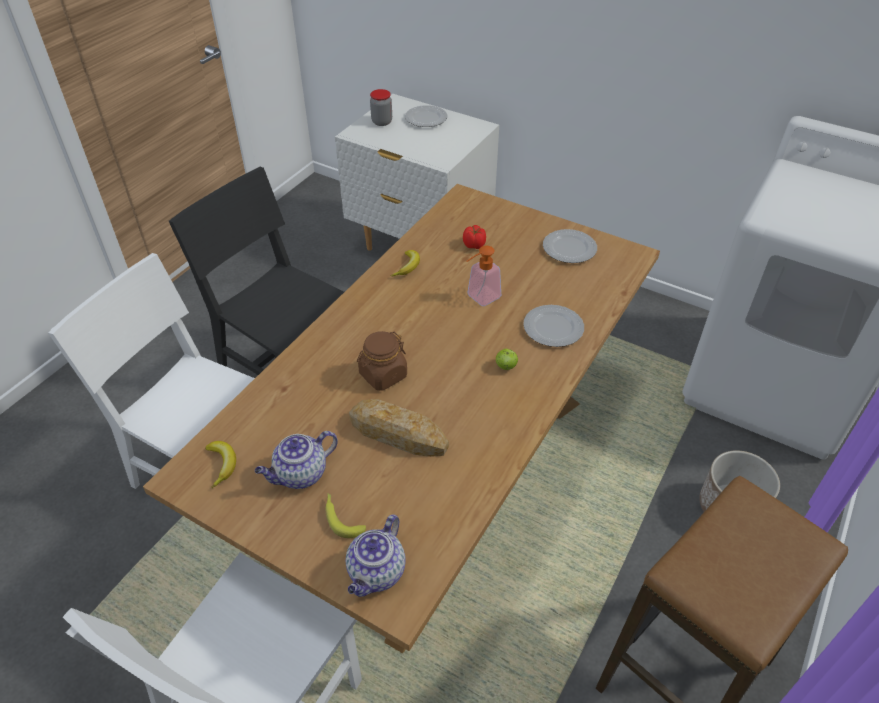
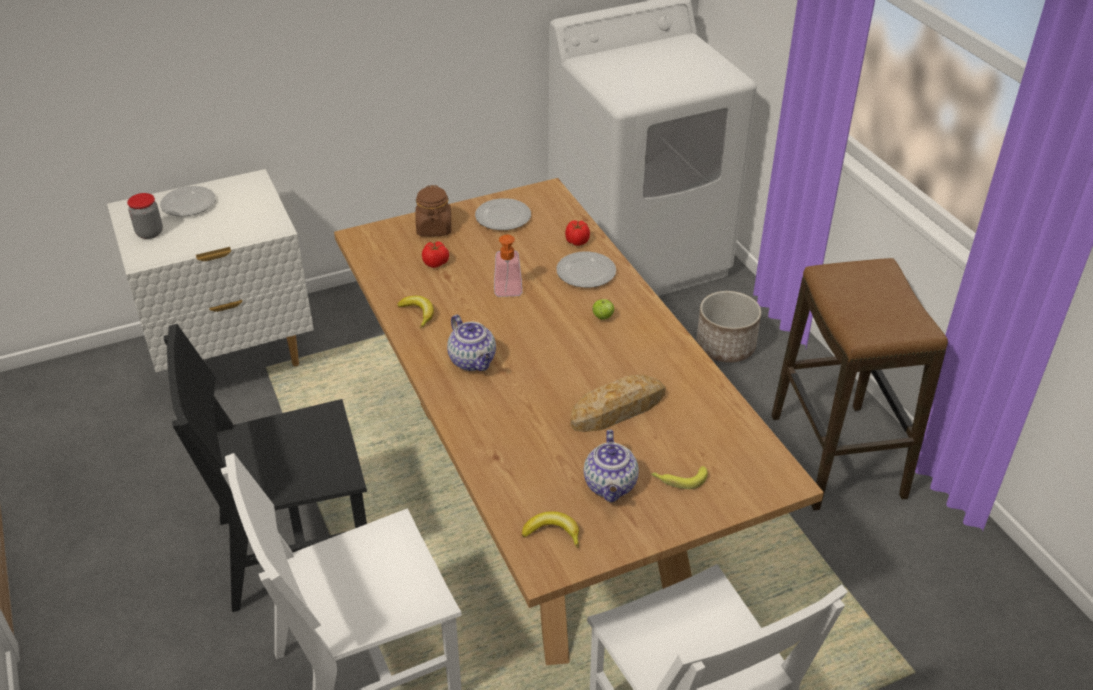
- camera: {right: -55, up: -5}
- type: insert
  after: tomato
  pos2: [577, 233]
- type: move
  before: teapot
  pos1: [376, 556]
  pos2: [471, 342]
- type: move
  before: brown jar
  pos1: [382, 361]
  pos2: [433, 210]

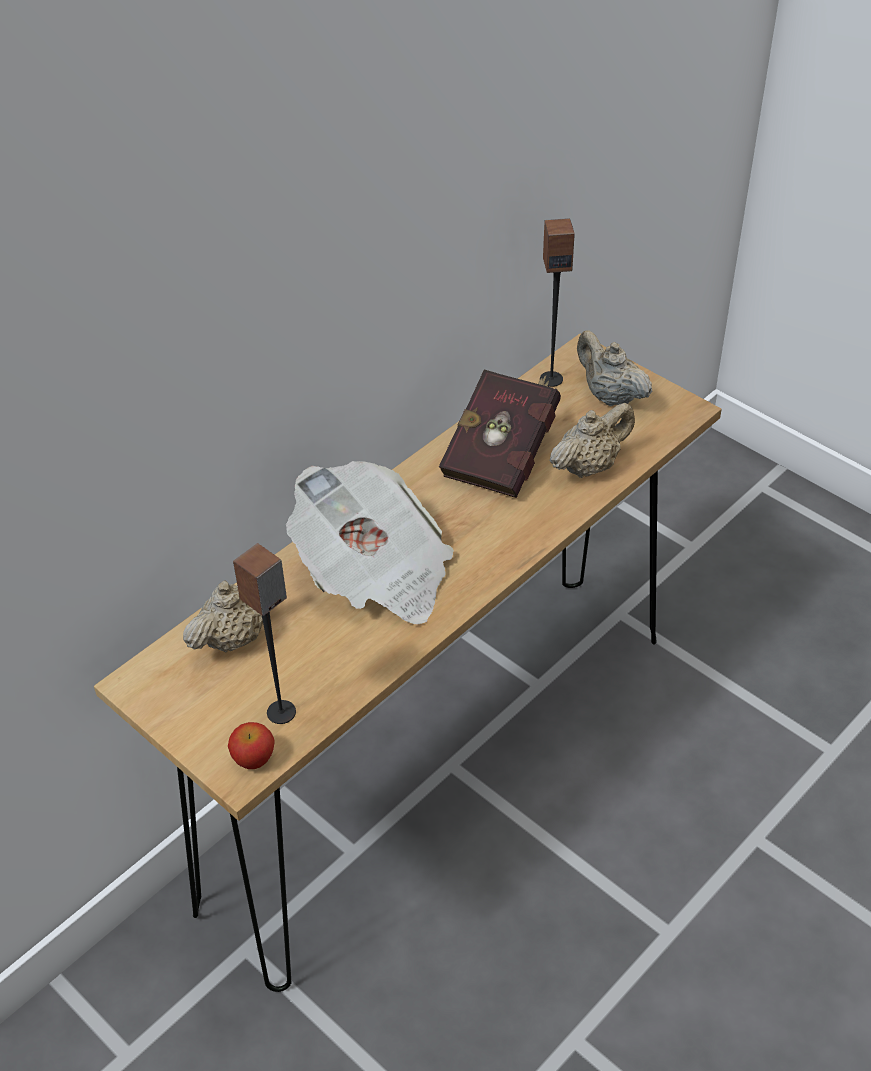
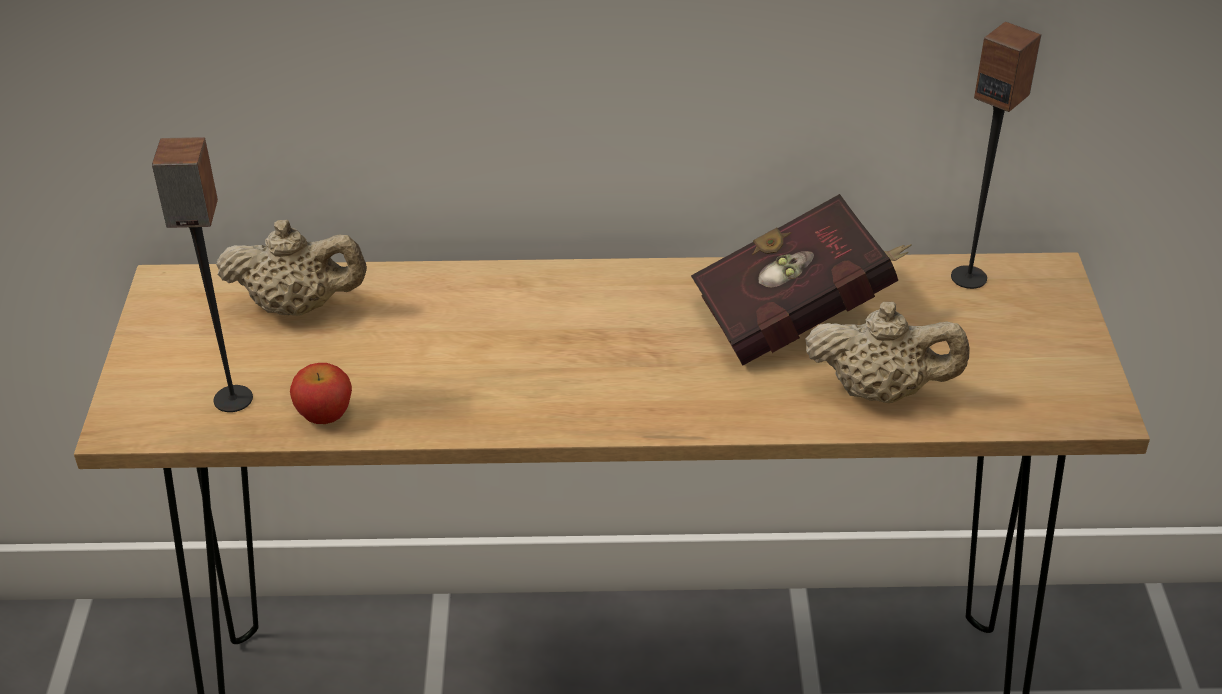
- camera: {right: 45, up: -5}
- type: delete
  before: newspaper
  pos1: [370, 543]
- type: delete
  before: beige teapot
  pos1: [614, 368]
- type: move
  before: apple
  pos1: [251, 745]
  pos2: [321, 393]

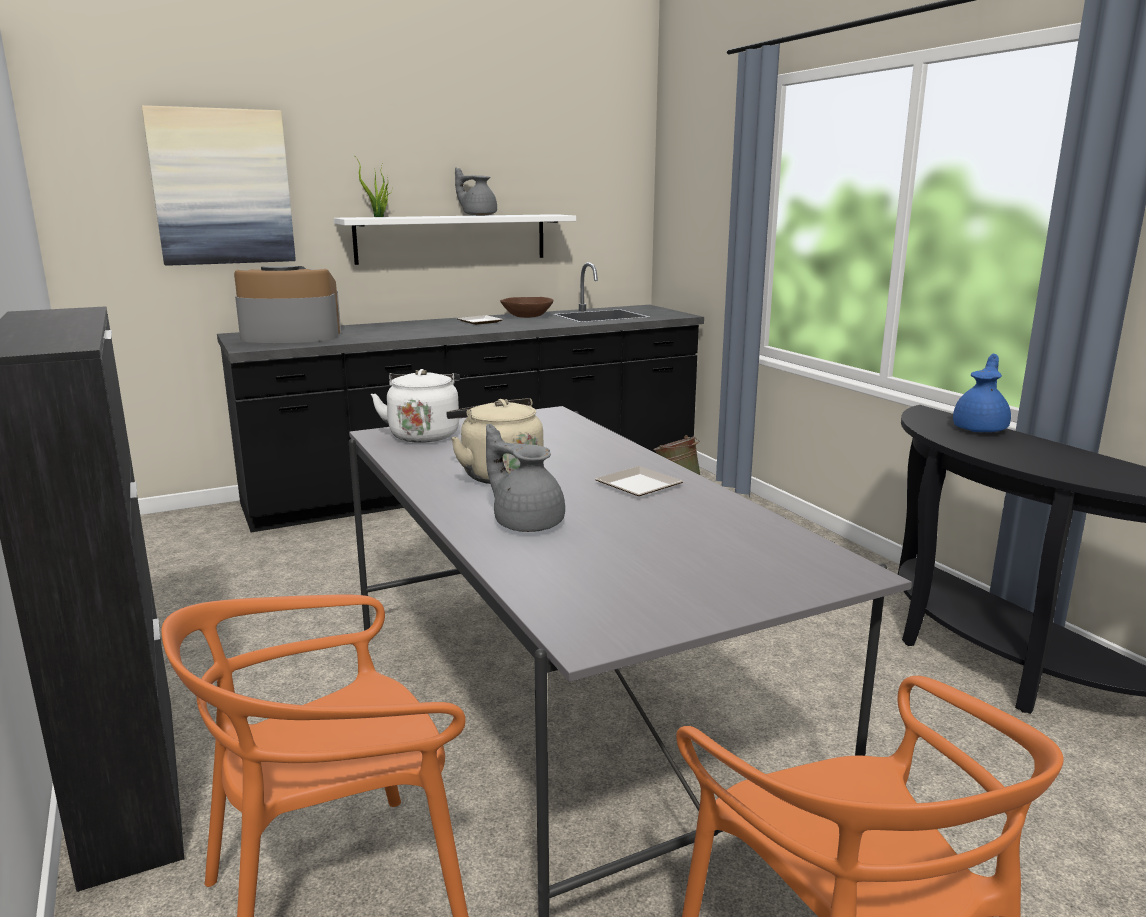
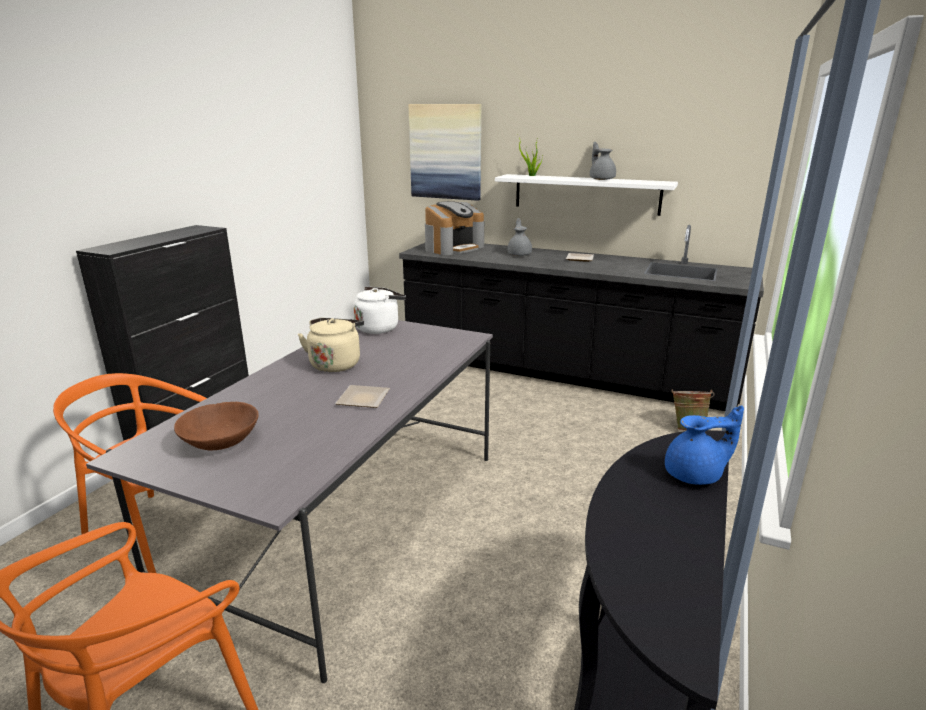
- camera: {right: 50, up: 5}
- type: move
  before: grey teapot
  pos1: [525, 478]
  pos2: [520, 237]
- type: move
  before: brown bowl
  pos1: [526, 307]
  pos2: [216, 426]
- type: rotate
  before: coffee machine
  pos1: [287, 304]
  pos2: [454, 228]
  turn: 90

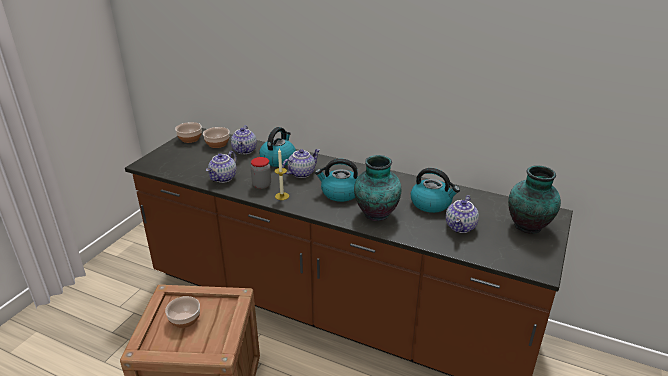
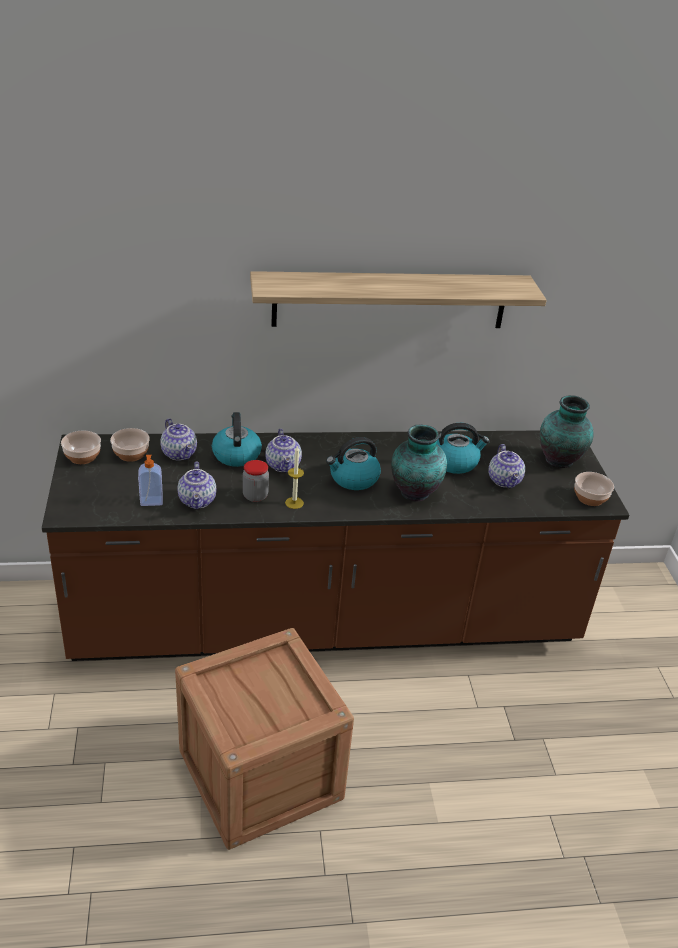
- camera: {right: -35, up: 5}
- type: insert
  after: soap dispenser
  pos2: [150, 480]
- type: insert
  after: shelf
  pos2: [398, 299]
- type: move
  before: bowl
  pos1: [182, 312]
  pos2: [594, 489]
- type: rotate
  before: teapot
  pos1: [301, 163]
  pos2: [284, 451]
  turn: 150

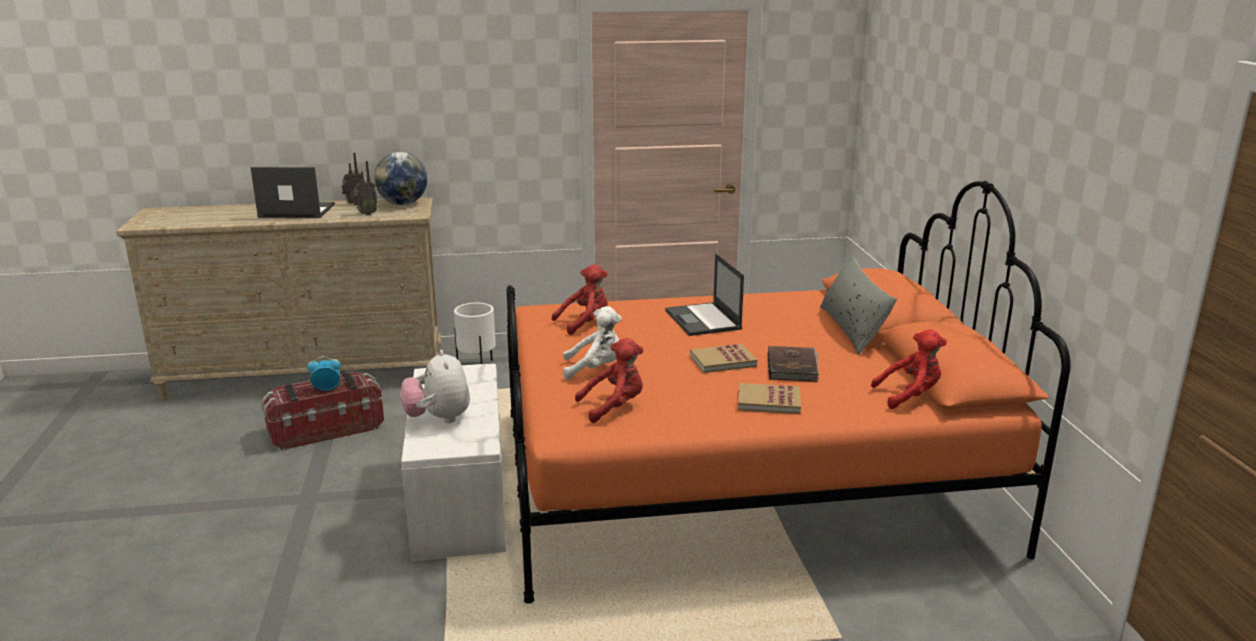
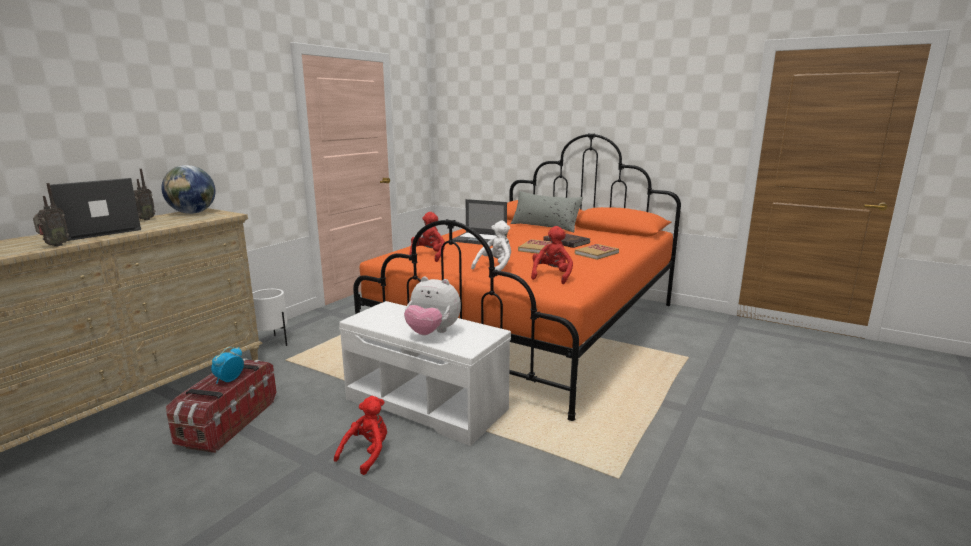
- camera: {right: -50, up: -5}
- type: move
  before: radio
  pos1: [365, 188]
  pos2: [51, 214]
- type: move
  before: red plush toy
  pos1: [909, 369]
  pos2: [360, 435]

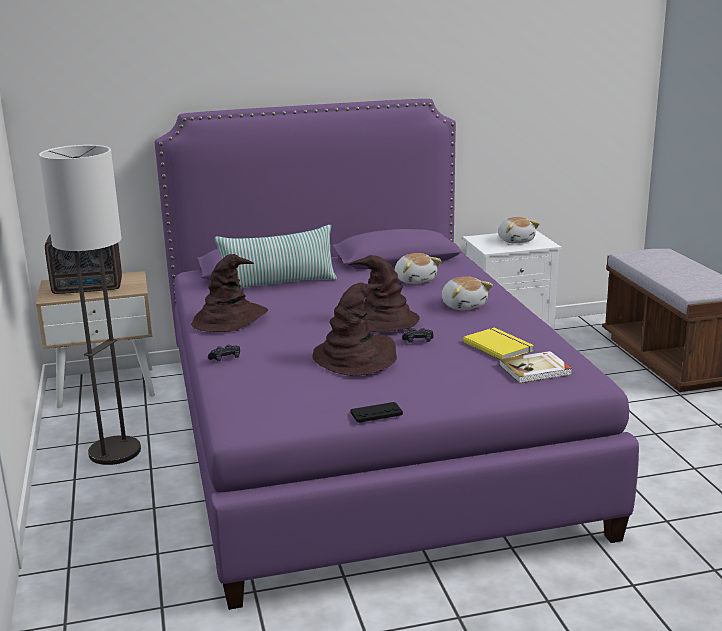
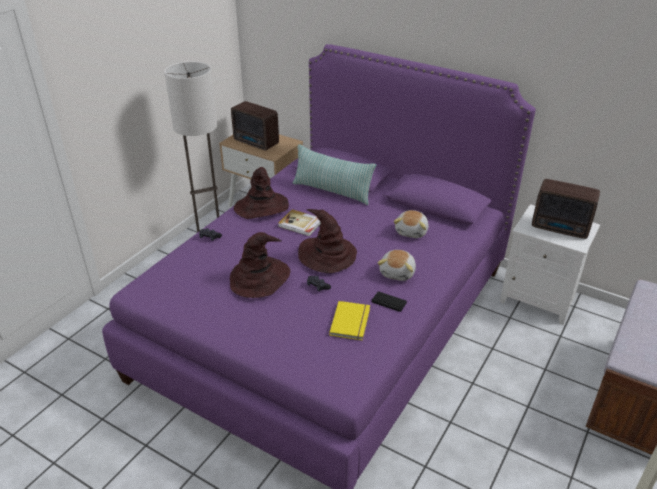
- camera: {right: 45, up: 15}
- type: move
  before: black game controller
  pos1: [376, 412]
  pos2: [389, 302]
- type: move
  before: book
  pos1: [535, 367]
  pos2: [299, 222]
- type: replace
  before: plush toy
  after: radio
  pos1: [519, 230]
  pos2: [566, 209]

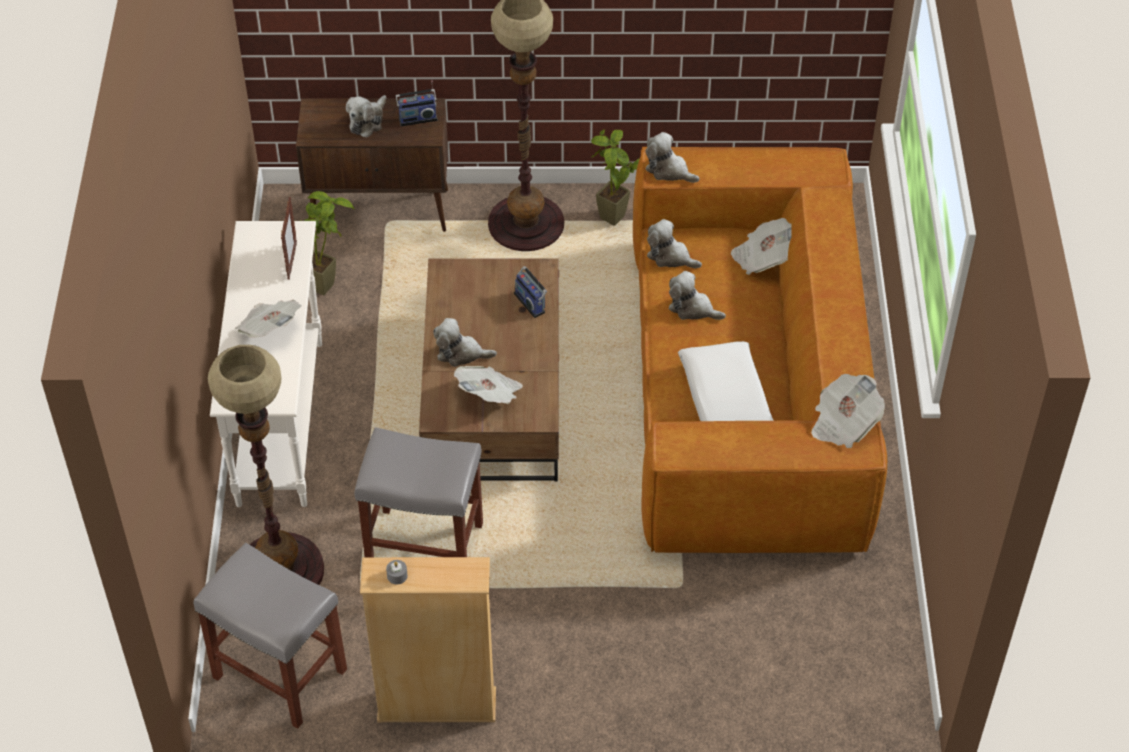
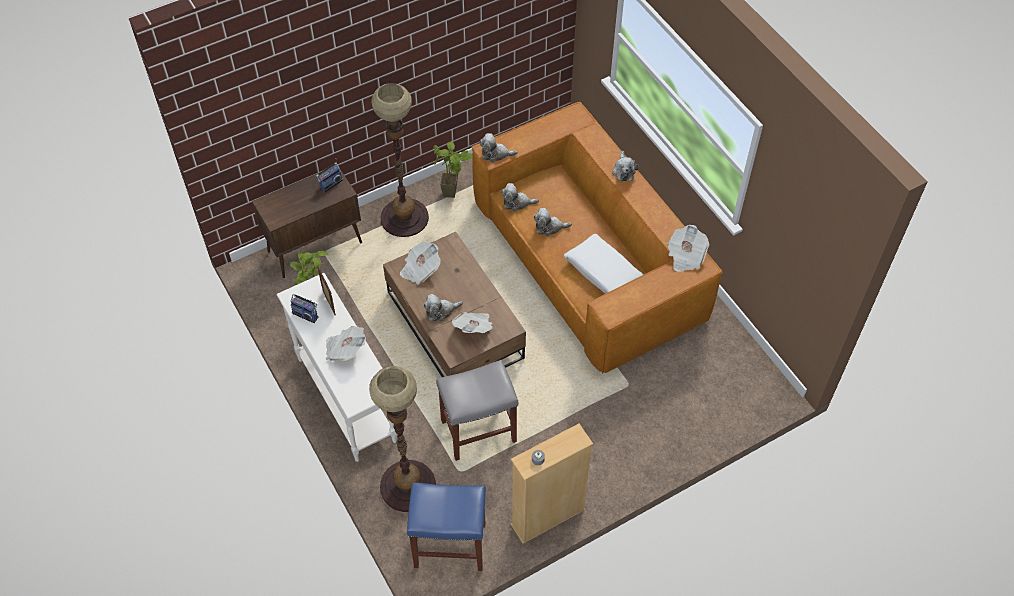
- camera: {right: -30, up: 5}
- type: move
  before: plush toy
  pos1: [366, 116]
  pos2: [625, 166]
- type: move
  before: radio
  pos1: [530, 292]
  pos2: [304, 308]
- type: move
  before: newspaper
  pos1: [761, 246]
  pos2: [420, 263]
- type: recolor
  before: grey stool
  after: blue stool
  pos1: [270, 636]
  pos2: [446, 526]

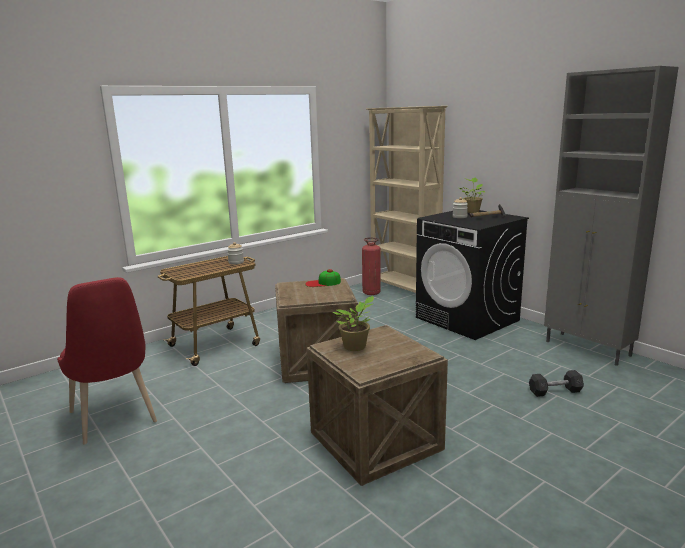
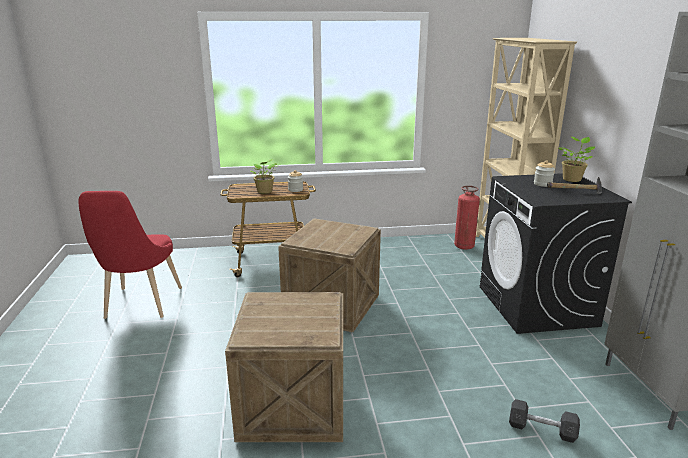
- camera: {right: 30, up: 5}
- type: delete
  before: cap
  pos1: [323, 278]
- type: move
  before: potted plant
  pos1: [353, 323]
  pos2: [264, 176]

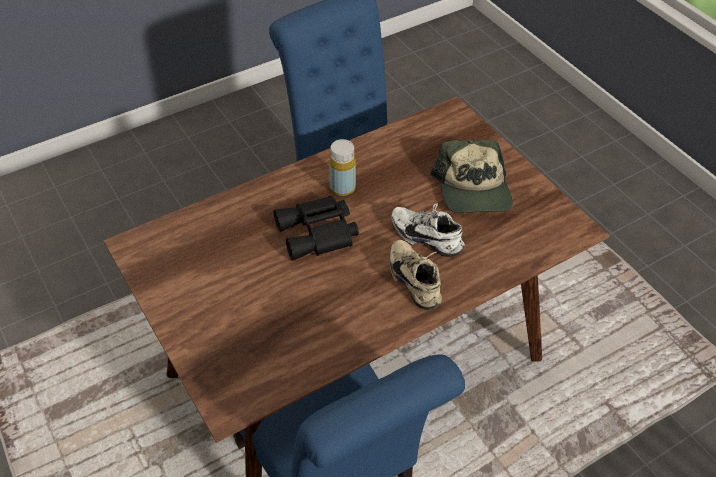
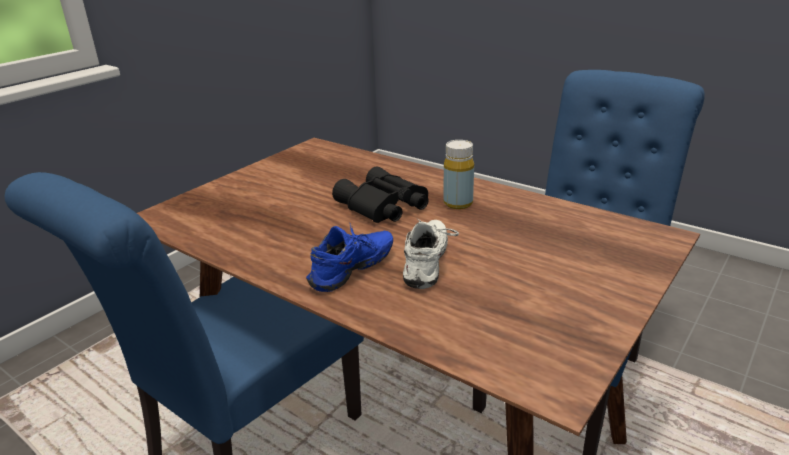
- camera: {right: 70, up: -20}
- type: delete
  before: cap
  pos1: [471, 176]
- type: recolor
  before: beige shoe
  after: blue shoe
  pos1: [415, 275]
  pos2: [349, 258]

